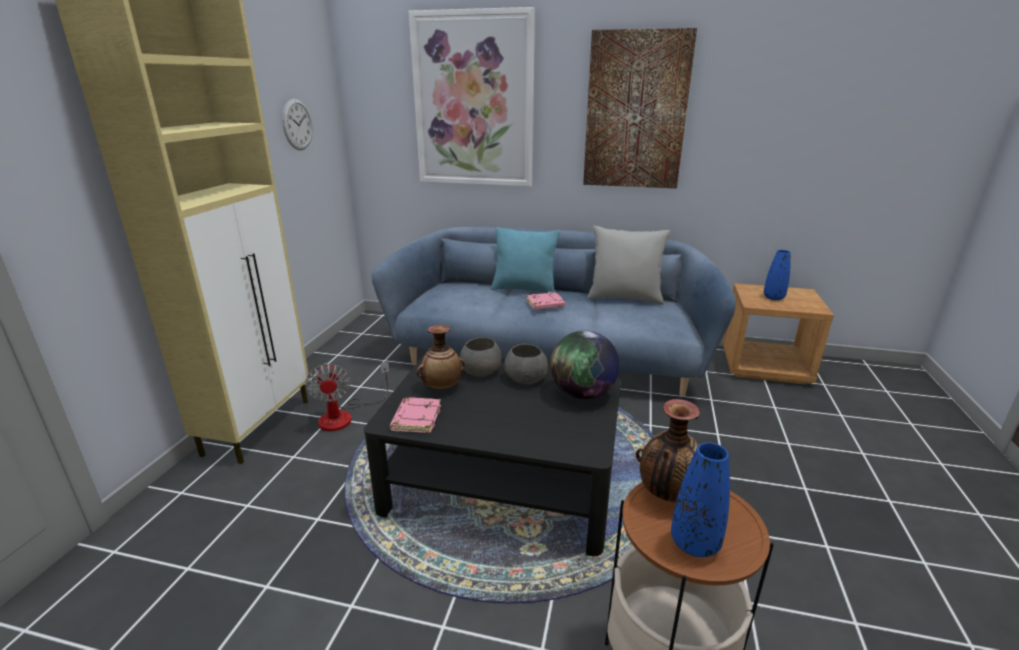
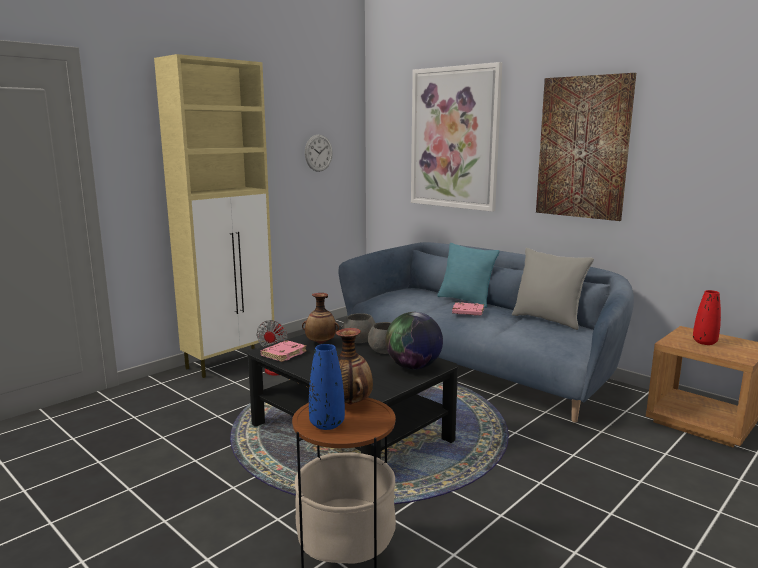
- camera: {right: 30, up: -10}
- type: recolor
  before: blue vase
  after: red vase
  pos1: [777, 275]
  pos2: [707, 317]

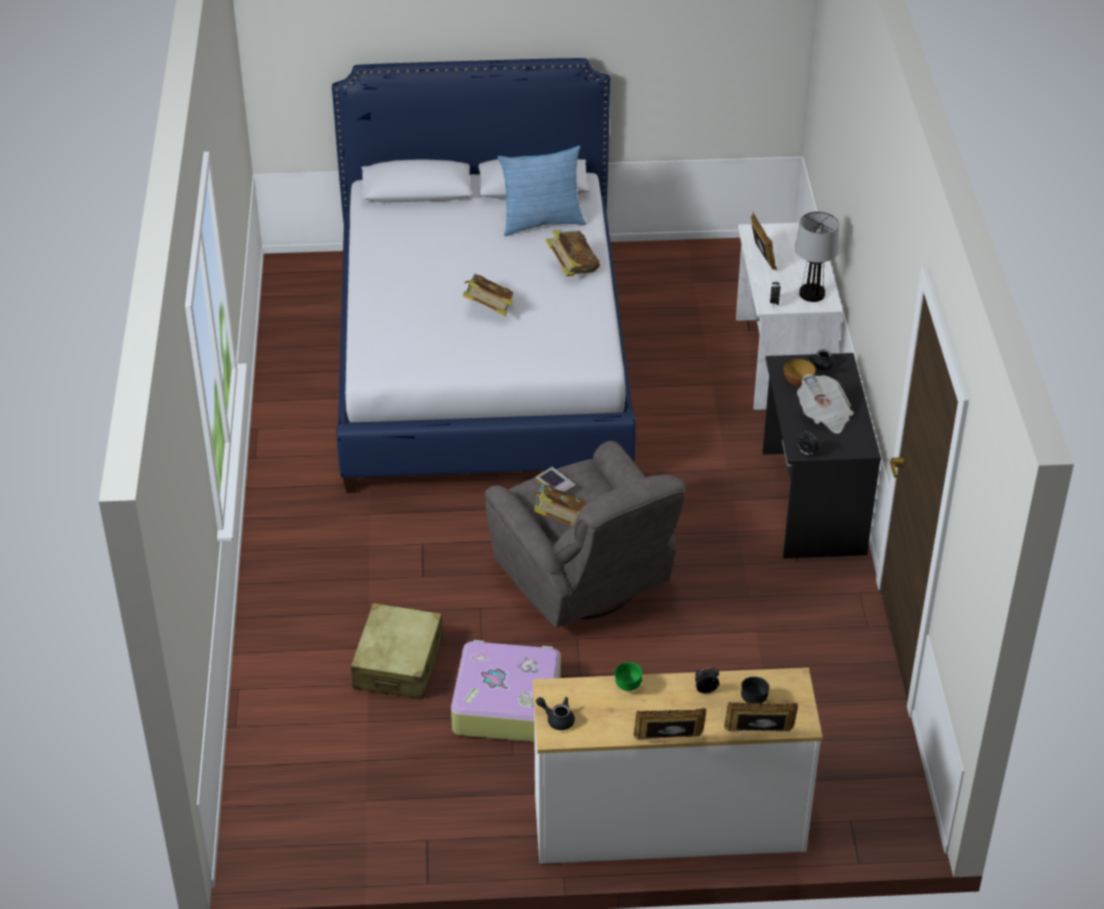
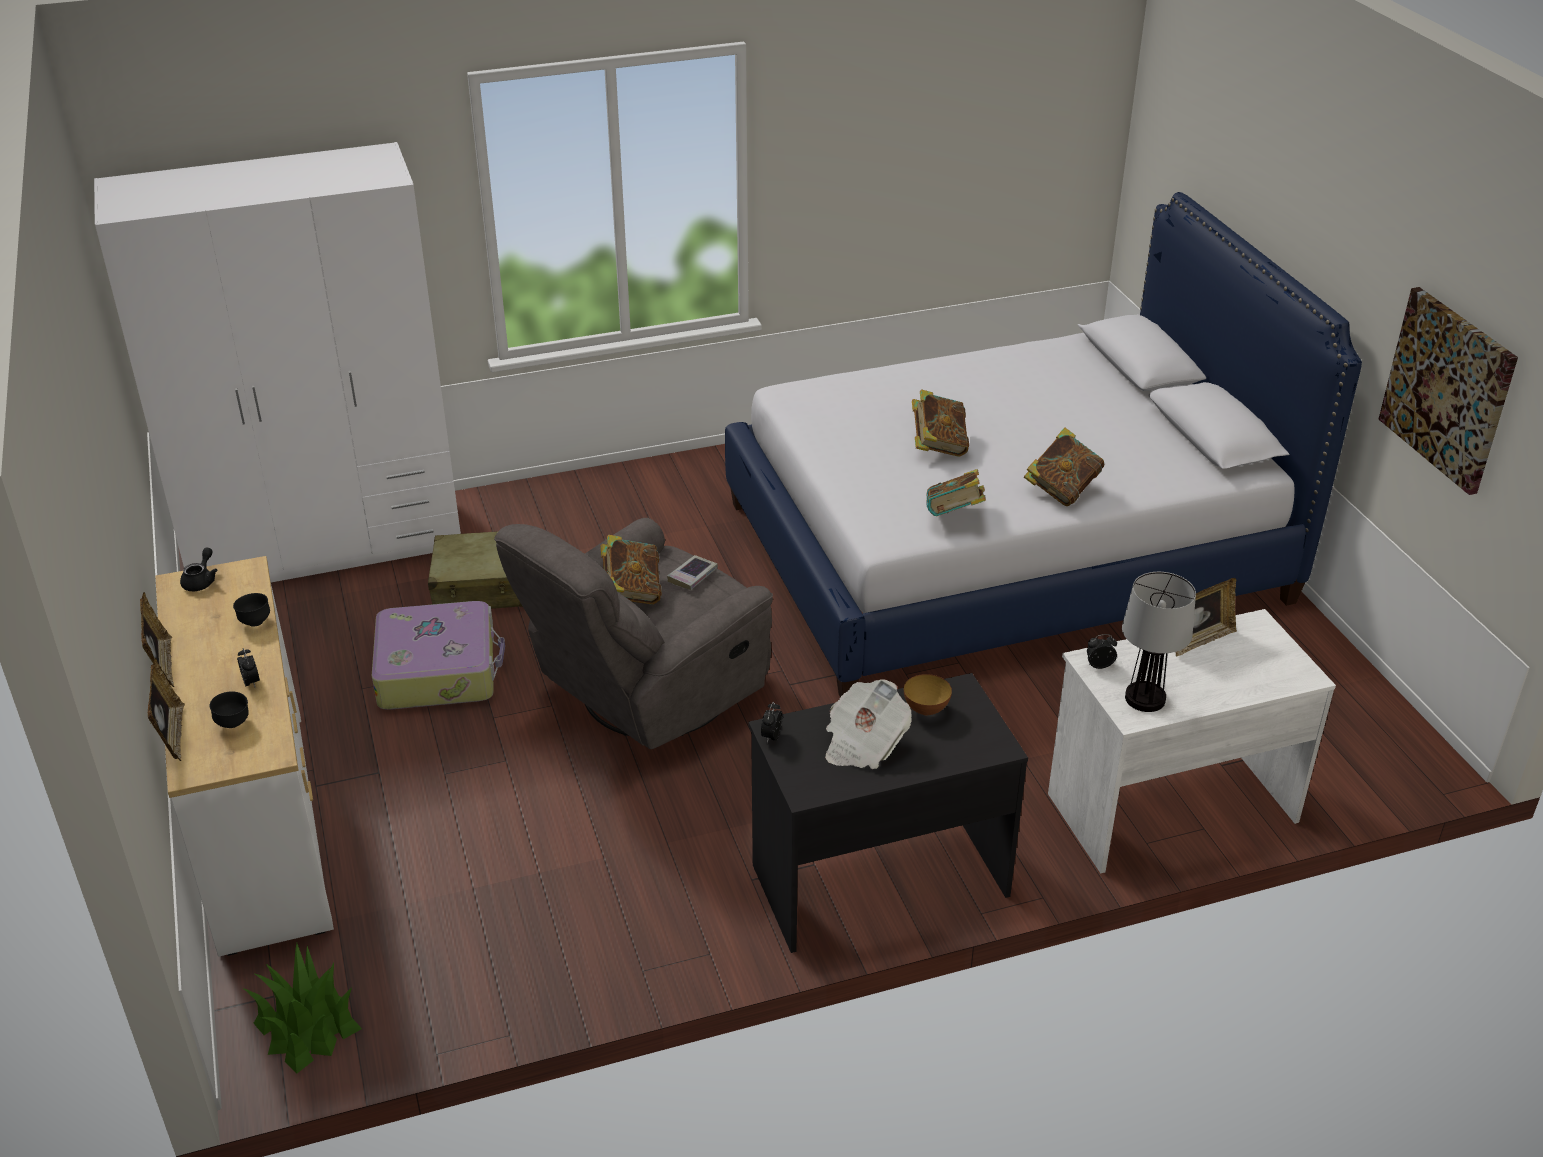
- camera: {right: 75, up: -5}
- type: delete
  before: pillow
  pos1: [542, 191]
- type: delete
  before: black teapot
  pos1: [821, 359]
- type: insert
  after: white wardrobe
  pos2: [277, 362]
- type: insert
  after: potted plant
  pos2: [302, 1008]
- type: insert
  after: book
  pos2: [956, 492]
- type: insert
  after: picture
  pos2: [1448, 391]
- type: recolor
  before: green bowl
  after: black bowl
  pos1: [628, 676]
  pos2: [251, 610]

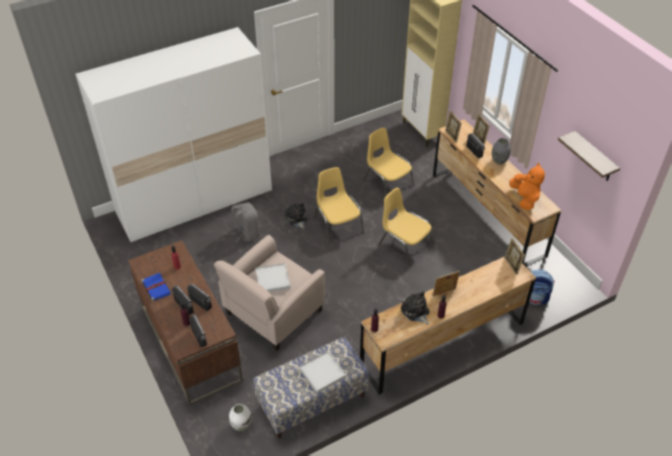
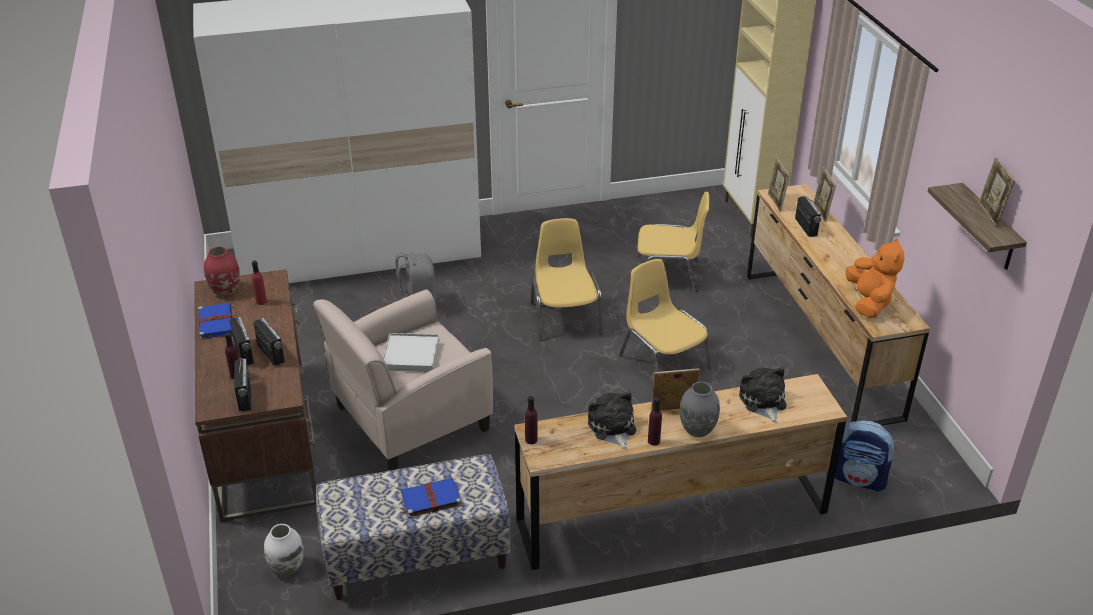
- camera: {right: 15, up: -10}
- type: insert
  after: red vase
  pos2: [222, 271]
- type: move
  before: plush toy
  pos1: [296, 216]
  pos2: [763, 395]
- type: move
  before: grey vase
  pos1: [501, 151]
  pos2: [700, 409]
- type: move
  before: picture frame
  pos1: [514, 256]
  pos2: [997, 192]
- type: replace
  before: white tray
  after: blue book
  pos1: [322, 372]
  pos2: [431, 498]
- type: rotate
  before: yellow chair
  pos1: [389, 162]
  pos2: [673, 242]
  turn: 120

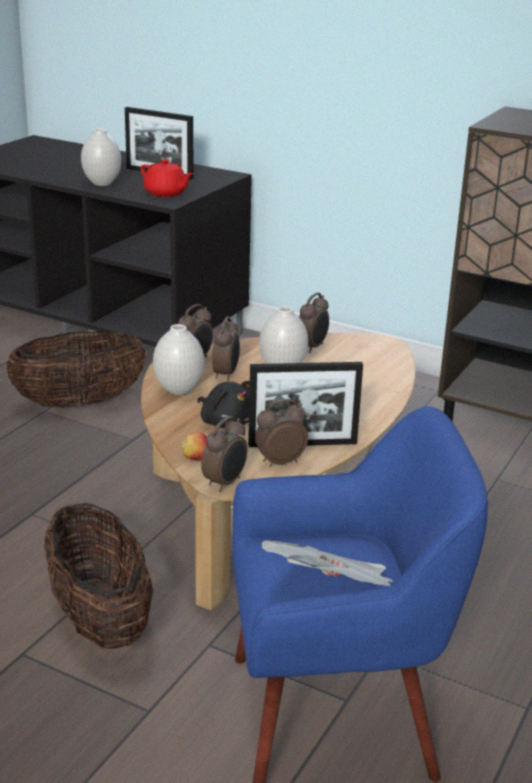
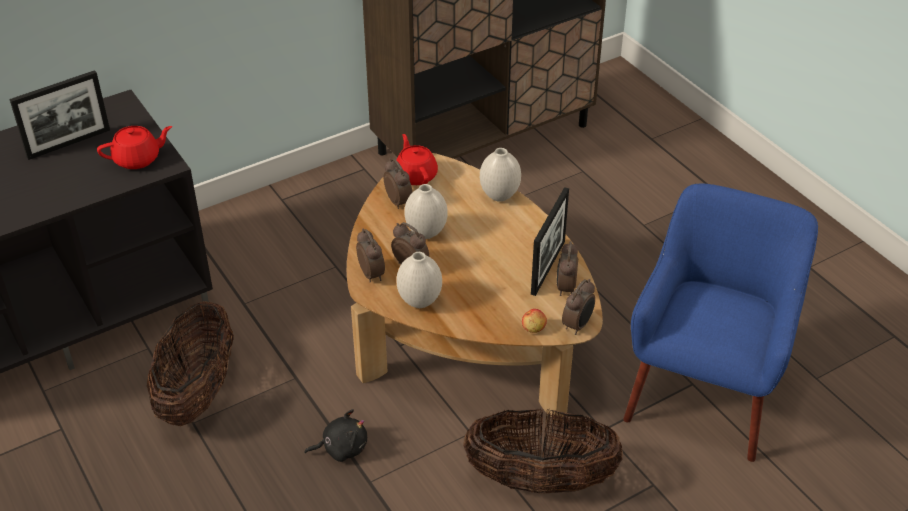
- camera: {right: -60, up: 15}
- type: delete
  before: newspaper
  pos1: [327, 563]
- type: insert
  after: red teapot
  pos2: [417, 159]
- type: move
  before: white vase
  pos1: [101, 157]
  pos2: [500, 175]
- type: move
  before: black plush toy
  pos1: [223, 404]
  pos2: [335, 435]
- type: rotate
  before: alarm clock
  pos1: [224, 454]
  pos2: [578, 307]
  turn: 60

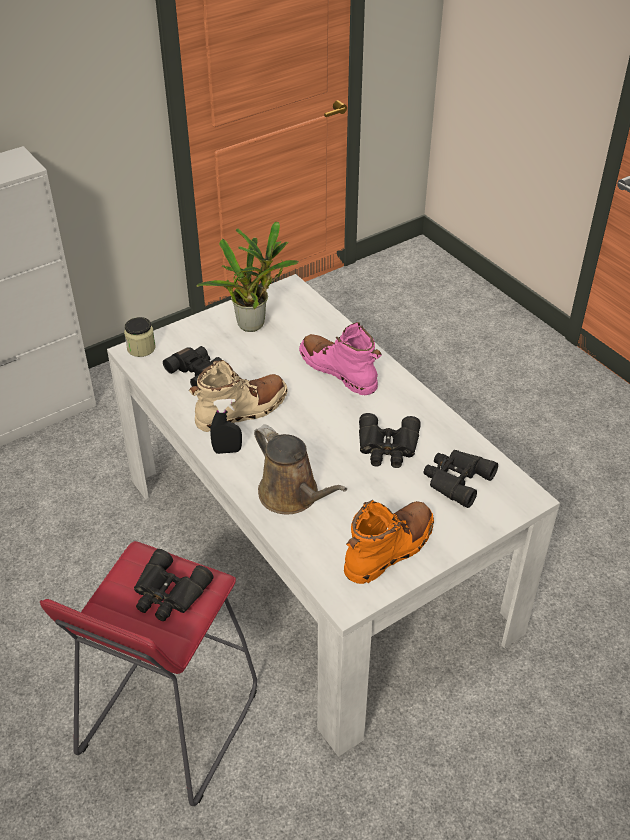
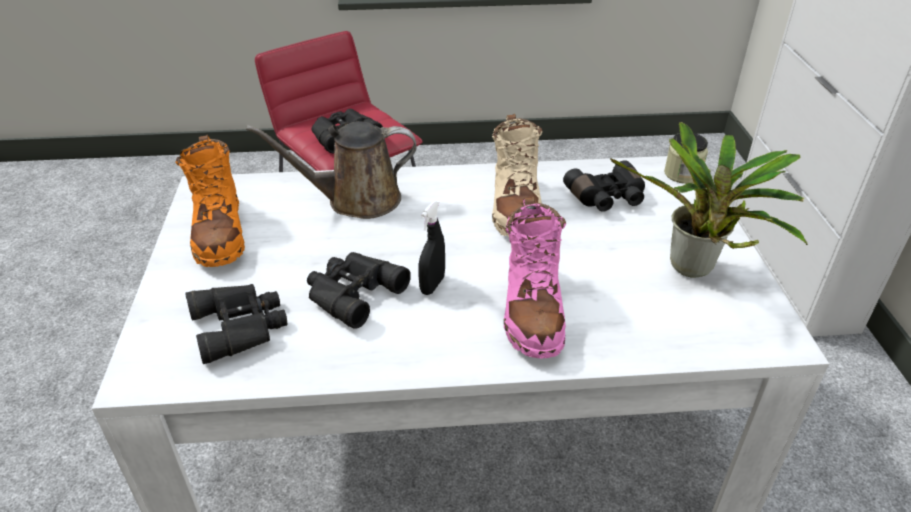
- camera: {right: 120, up: -5}
- type: move
  before: black spray bottle
  pos1: [226, 426]
  pos2: [431, 248]
- type: rotate
  before: pink boot
  pos1: [340, 358]
  pos2: [535, 277]
  turn: 105

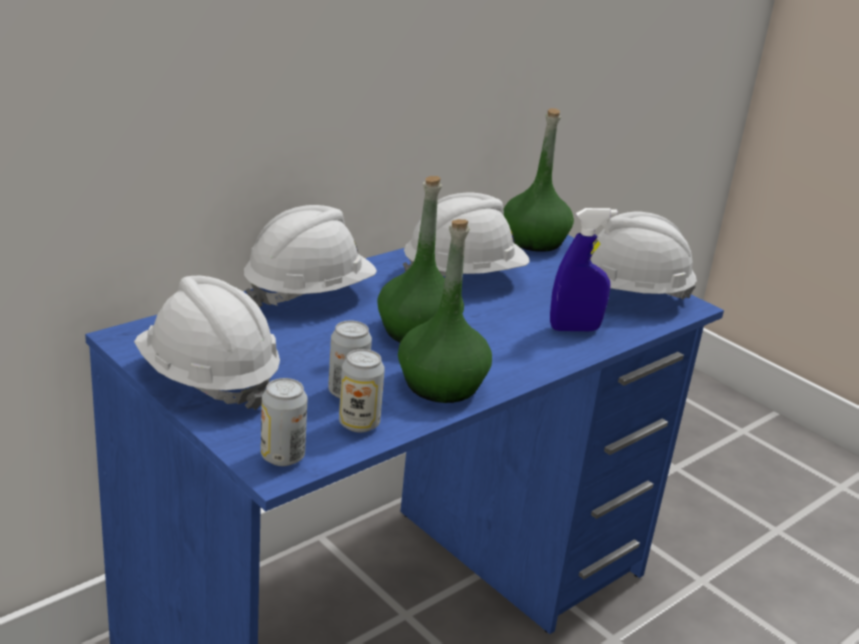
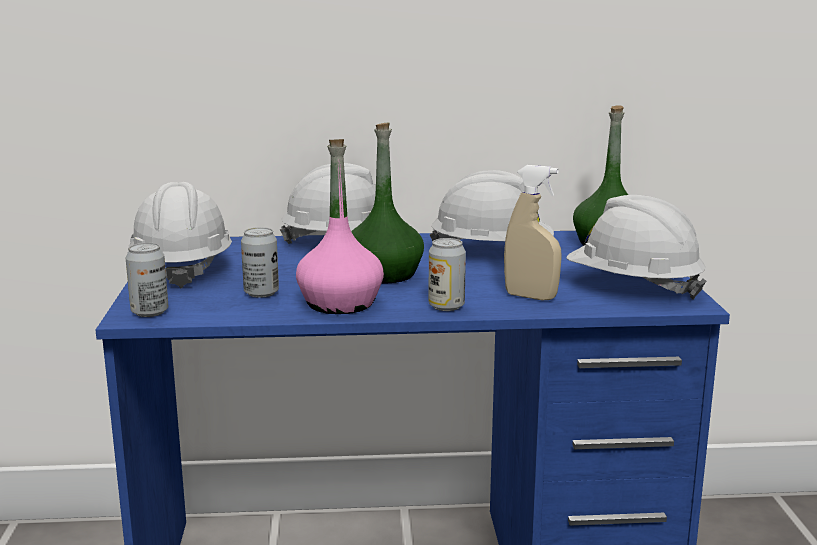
- camera: {right: 40, up: -10}
- type: move
  before: can
  pos1: [362, 391]
  pos2: [447, 274]
- type: recolor
  before: green bottle
  after: pink bottle
  pos1: [445, 311]
  pos2: [340, 226]
- type: recolor
  before: blue spray bottle
  after: beige spray bottle
  pos1: [584, 269]
  pos2: [533, 232]

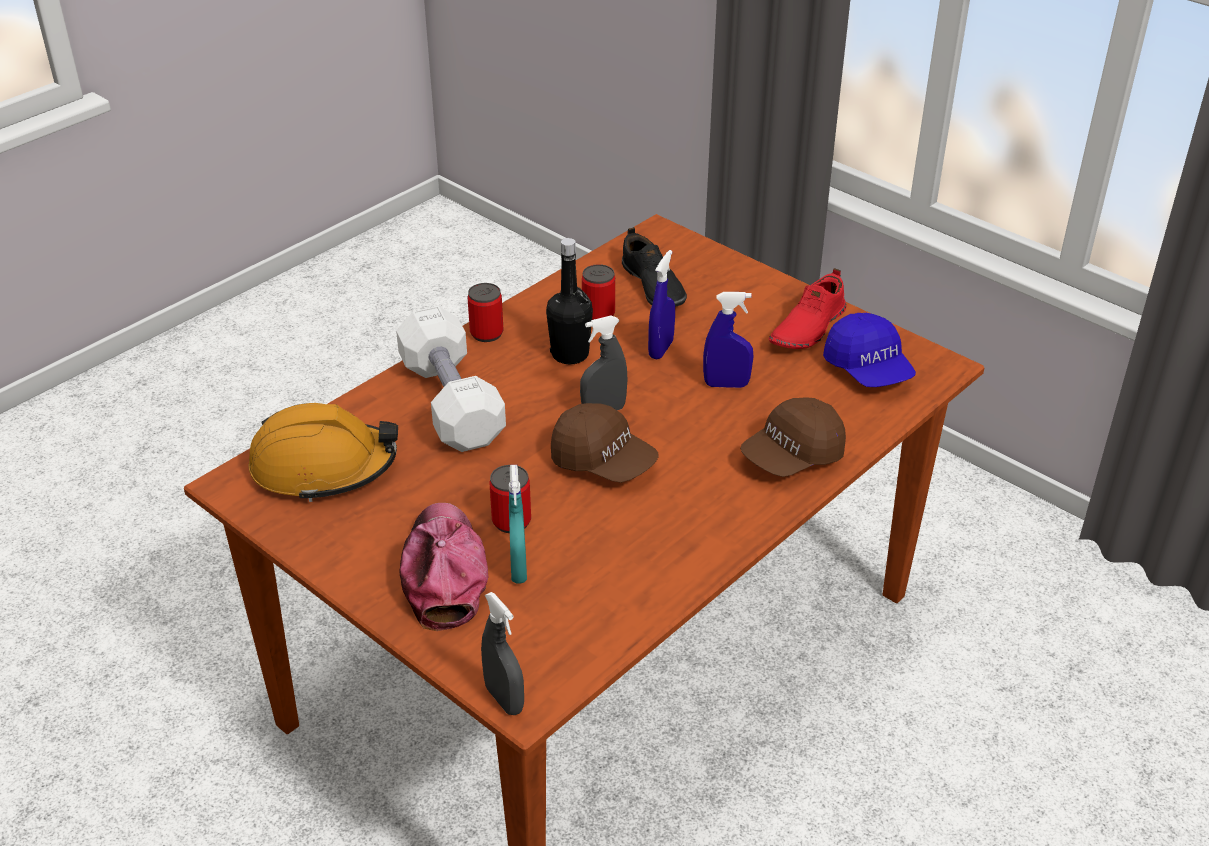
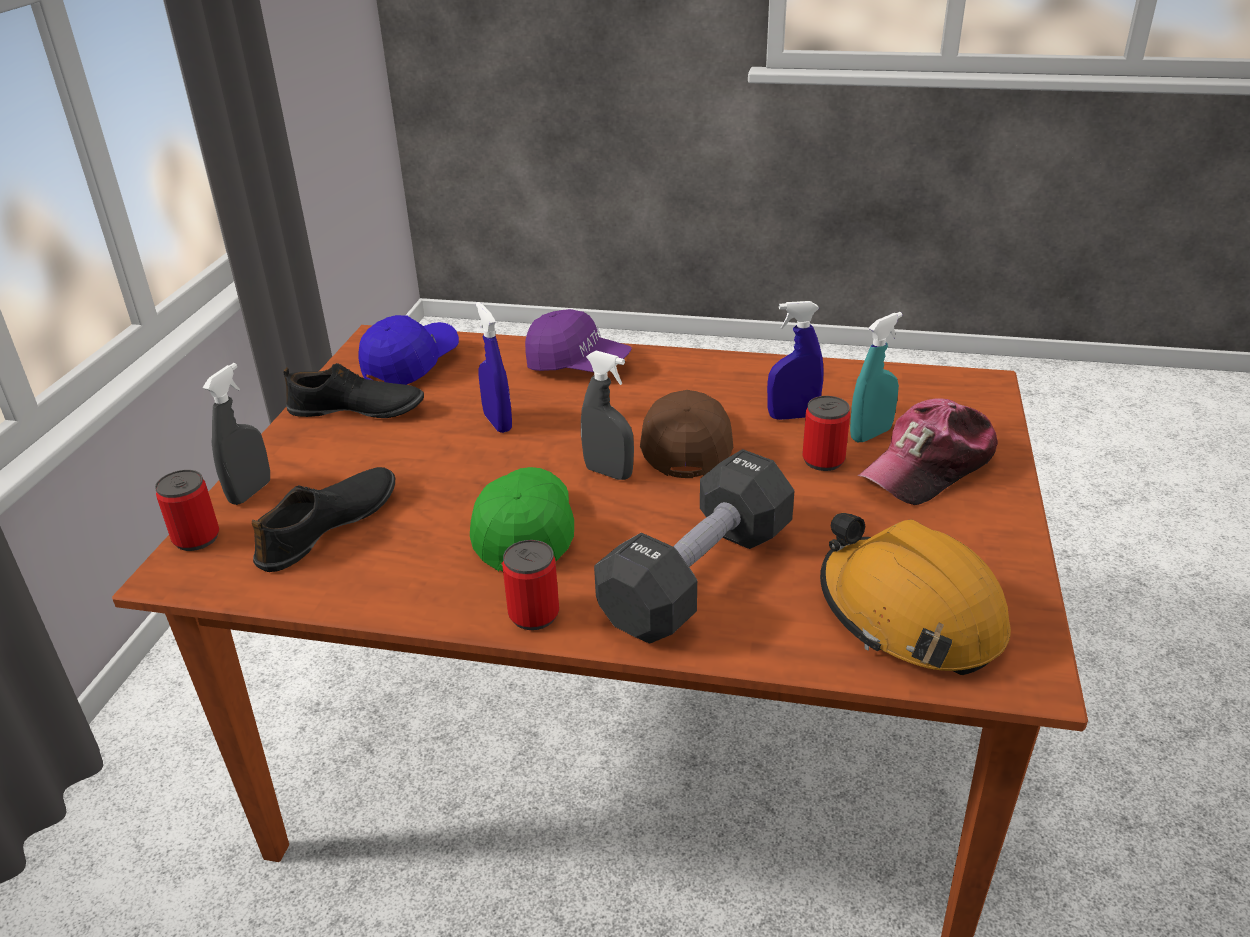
- camera: {right: -120, up: -5}
- type: move
  before: grey spray bottle
  pos1: [502, 653]
  pos2: [236, 434]
- type: move
  before: can
  pos1: [598, 292]
  pos2: [187, 510]
- type: move
  before: blue spray bottle
  pos1: [661, 305]
  pos2: [795, 360]
- type: replace
  before: black bottle
  after: green cap
  pos1: [569, 301]
  pos2: [522, 519]
- type: recolor
  before: white dumbbell
  after: black dumbbell
  pos1: [451, 379]
  pos2: [694, 546]
- type: recolor
  before: brown cap
  after: purple cap
  pos1: [793, 437]
  pos2: [578, 340]
- type: recolor
  before: red shoe
  after: black shoe
  pos1: [807, 308]
  pos2: [353, 390]

